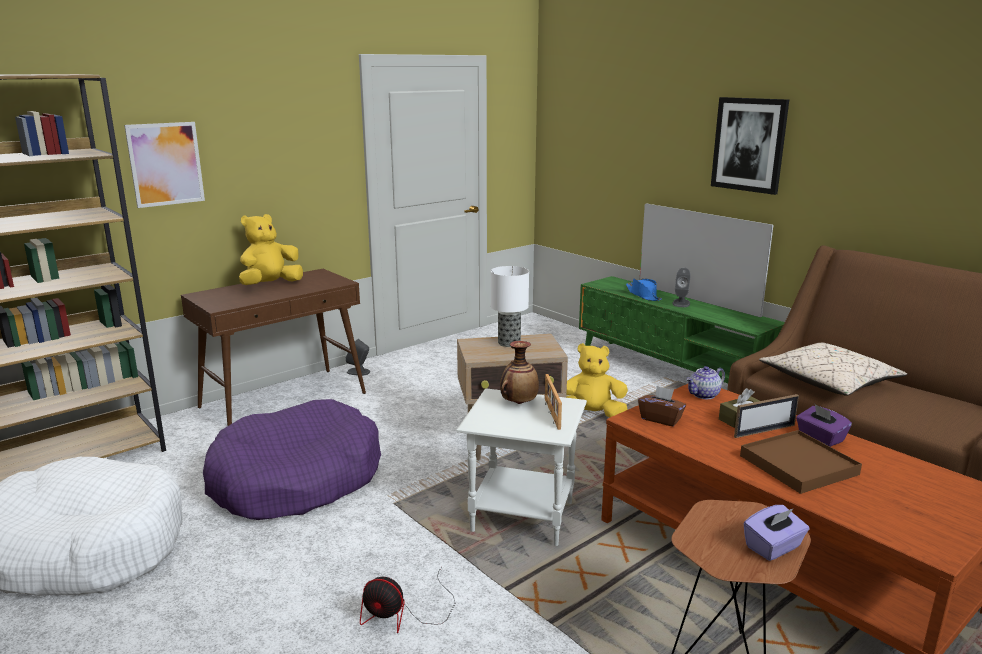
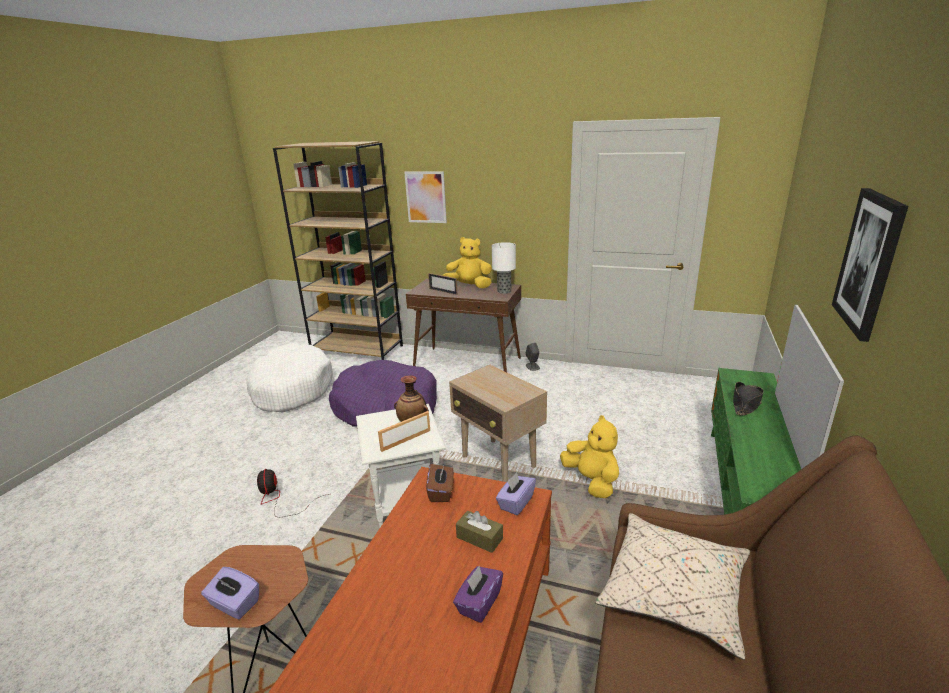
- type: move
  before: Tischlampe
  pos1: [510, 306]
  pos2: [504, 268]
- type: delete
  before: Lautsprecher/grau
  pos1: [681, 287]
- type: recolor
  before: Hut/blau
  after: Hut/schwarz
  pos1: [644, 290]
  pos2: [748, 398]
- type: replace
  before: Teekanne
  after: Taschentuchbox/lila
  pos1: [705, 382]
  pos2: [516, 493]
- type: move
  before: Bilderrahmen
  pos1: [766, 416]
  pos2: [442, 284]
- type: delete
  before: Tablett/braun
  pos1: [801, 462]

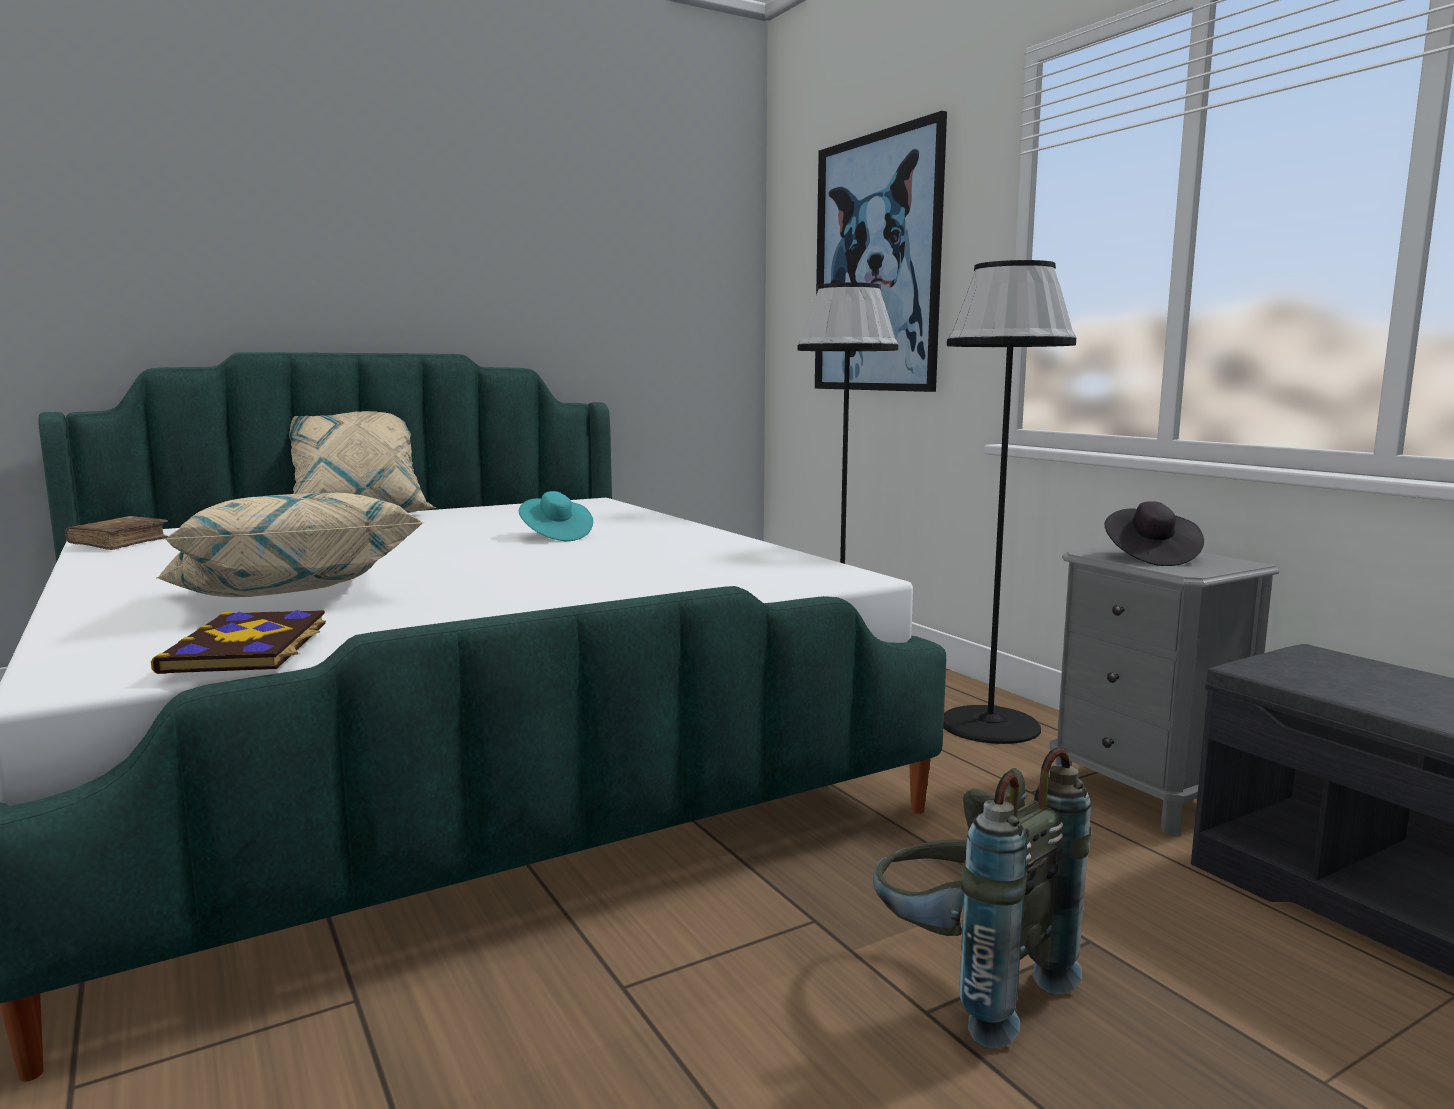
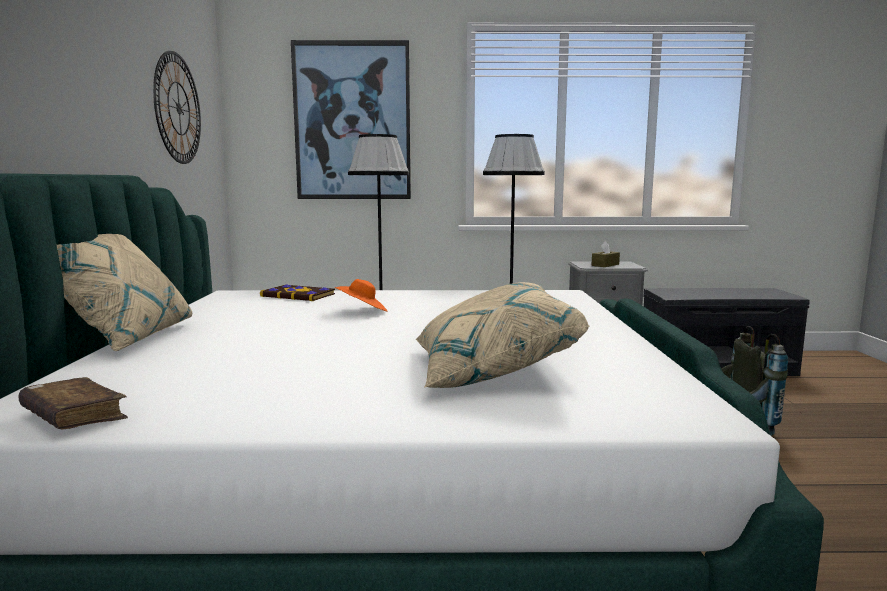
- type: recolor
  before: Hut/türkis
  after: Hut/orange
  pos1: [556, 516]
  pos2: [360, 295]
- type: replace
  before: Hut/schwarz
  after: Taschentuchbox/braun
  pos1: [1154, 533]
  pos2: [605, 254]
- type: move
  before: Buch
  pos1: [238, 642]
  pos2: [297, 292]
- type: insert
  after: Wanduhr
  pos2: [177, 107]

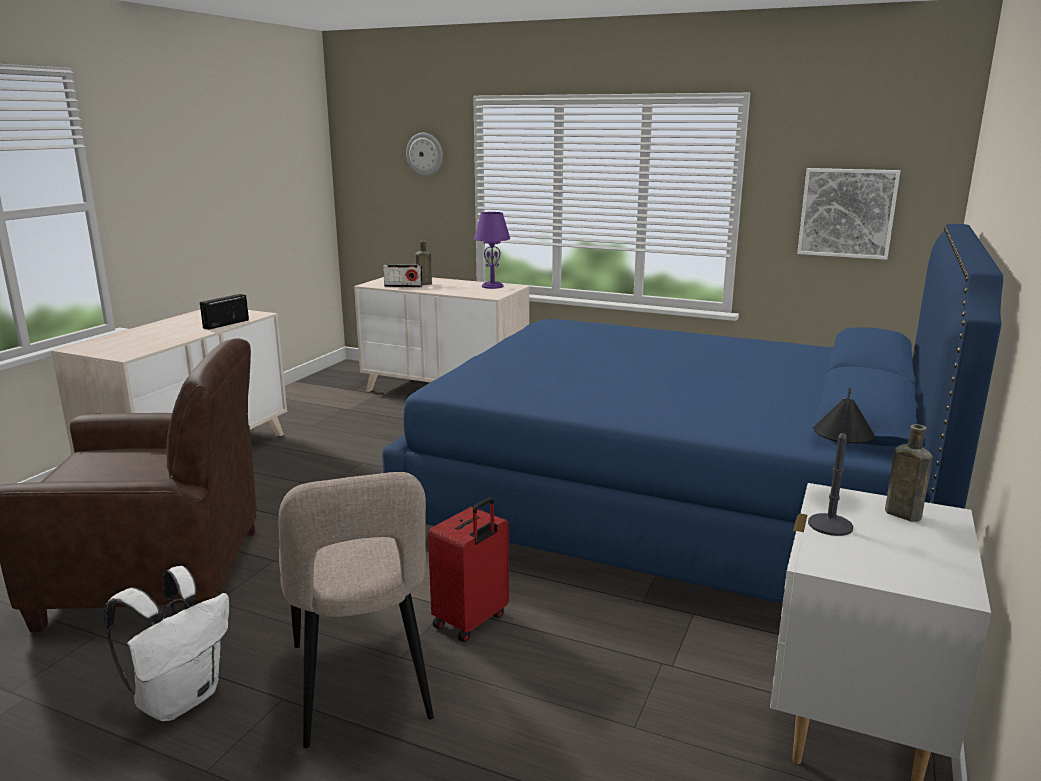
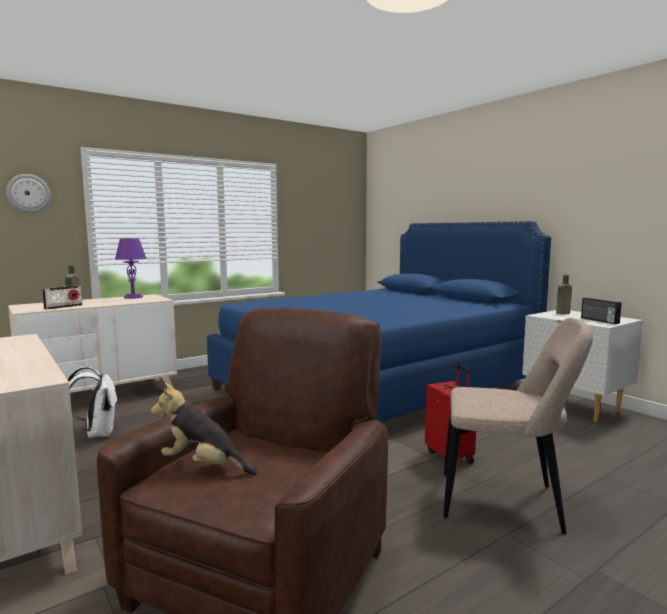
- type: delete
  before: Bild
  pos1: [848, 214]
- type: move
  before: Radio
  pos1: [224, 312]
  pos2: [601, 311]
- type: delete
  before: Tischlampe
  pos1: [841, 461]
- type: move
  before: Rucksack/weiß
  pos1: [166, 643]
  pos2: [92, 402]
- type: insert
  after: Plüschtier
  pos2: [204, 429]

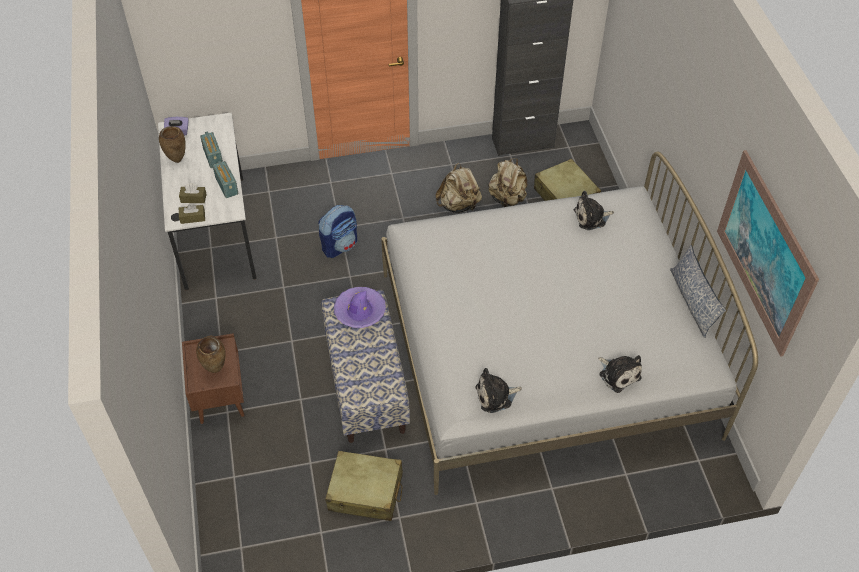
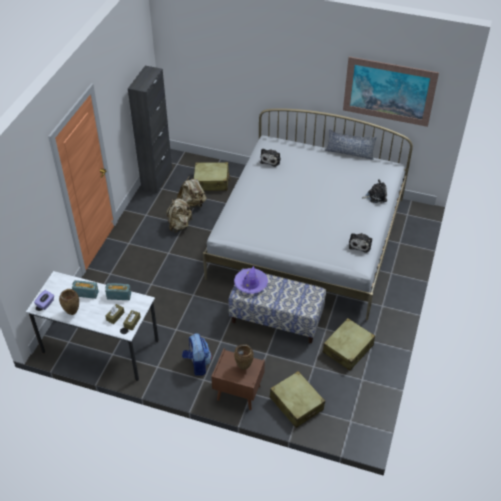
- type: move
  before: Rucksack
  pos1: [337, 231]
  pos2: [197, 354]
- type: insert
  after: Koffer/beige
  pos2: [297, 399]

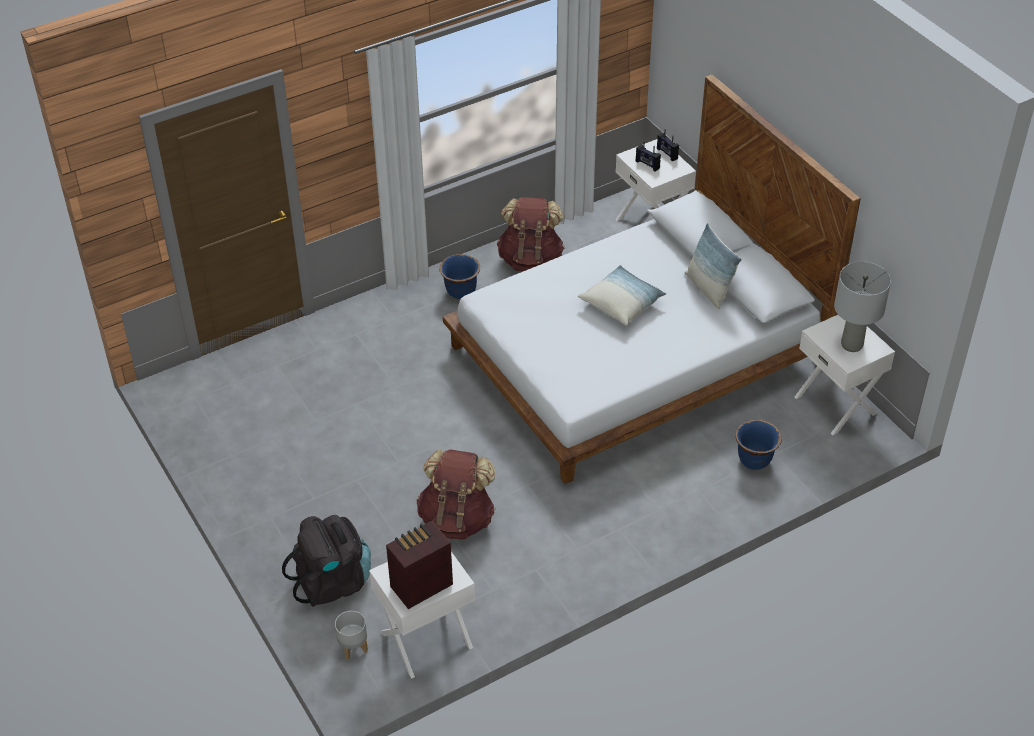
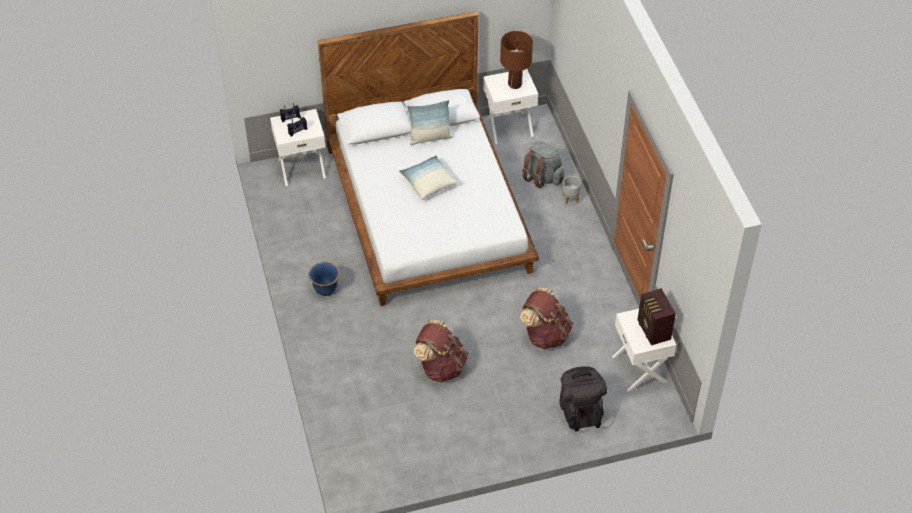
- type: move
  before: Rucksack/braun
  pos1: [531, 234]
  pos2: [441, 351]
- type: recolor
  before: Tischlampe/grau
  after: Tischlampe/braun
  pos1: [862, 307]
  pos2: [516, 60]
- type: replace
  before: Pflanzkübel/blau
  after: Rucksack/grau
  pos1: [758, 445]
  pos2: [543, 164]
- type: move
  before: Pflanzkübel/grau
  pos1: [351, 635]
  pos2: [571, 190]

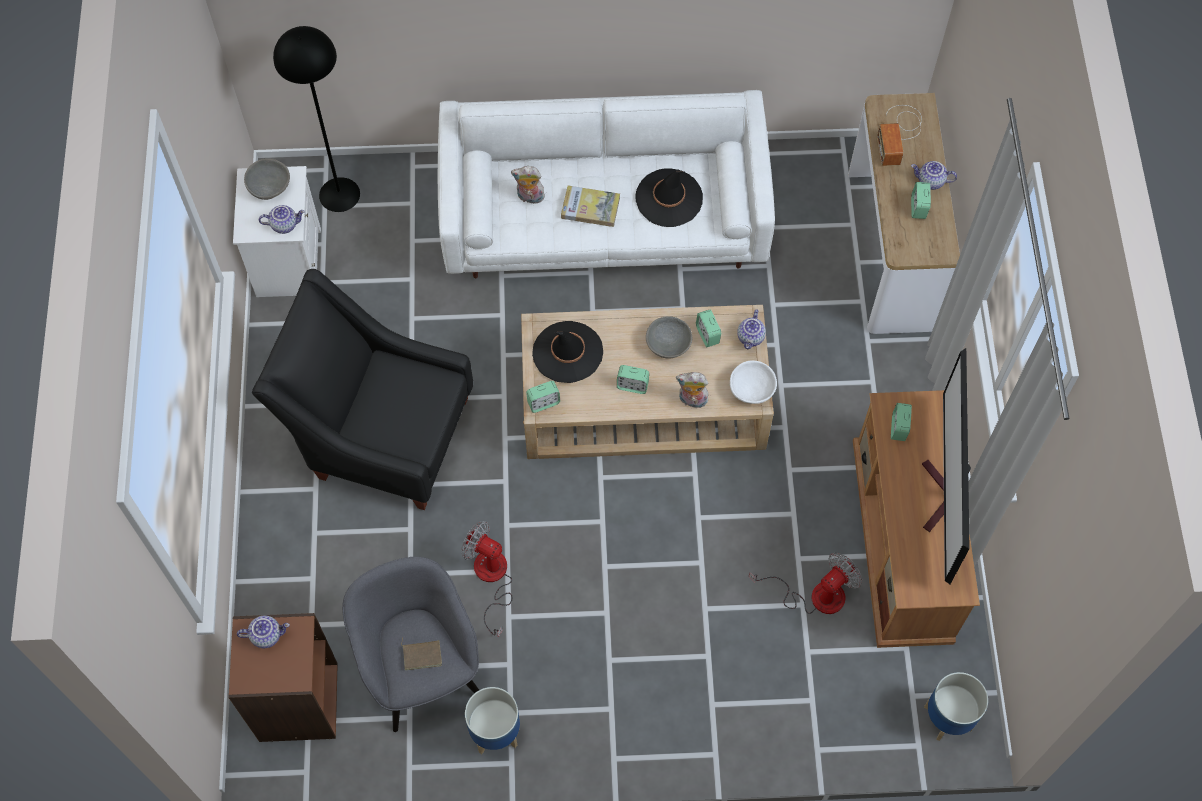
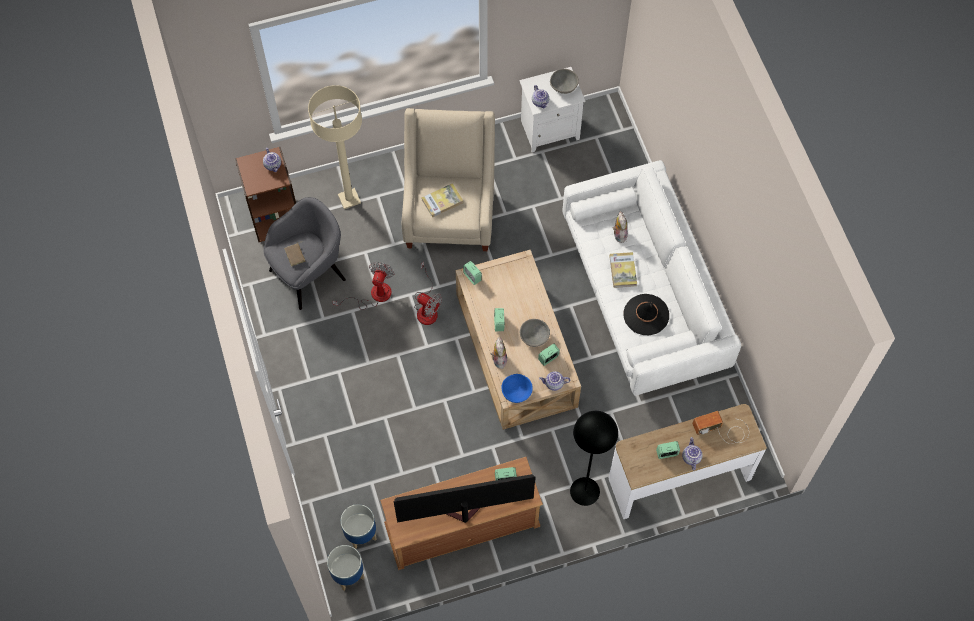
- type: move
  before: Stehlampe/schwarz
  pos1: [316, 119]
  pos2: [594, 458]
- type: recolor
  before: Sessel/schwarz
  after: Sessel/beige
  pos1: [362, 389]
  pos2: [448, 179]
- type: delete
  before: Hut/schwarz
  pos1: [567, 352]
- type: recolor
  before: Schüssel/weiß
  after: Schüssel/blau
  pos1: [753, 382]
  pos2: [517, 388]
- type: move
  before: Ventilator
  pos1: [805, 583]
  pos2: [428, 293]
- type: move
  before: Pflanzkübel
  pos1: [492, 720]
  pos2: [359, 526]
- type: insert
  after: Stehlampe/beige
  pos2: [335, 147]
- type: insert
  after: Buch
  pos2: [442, 200]

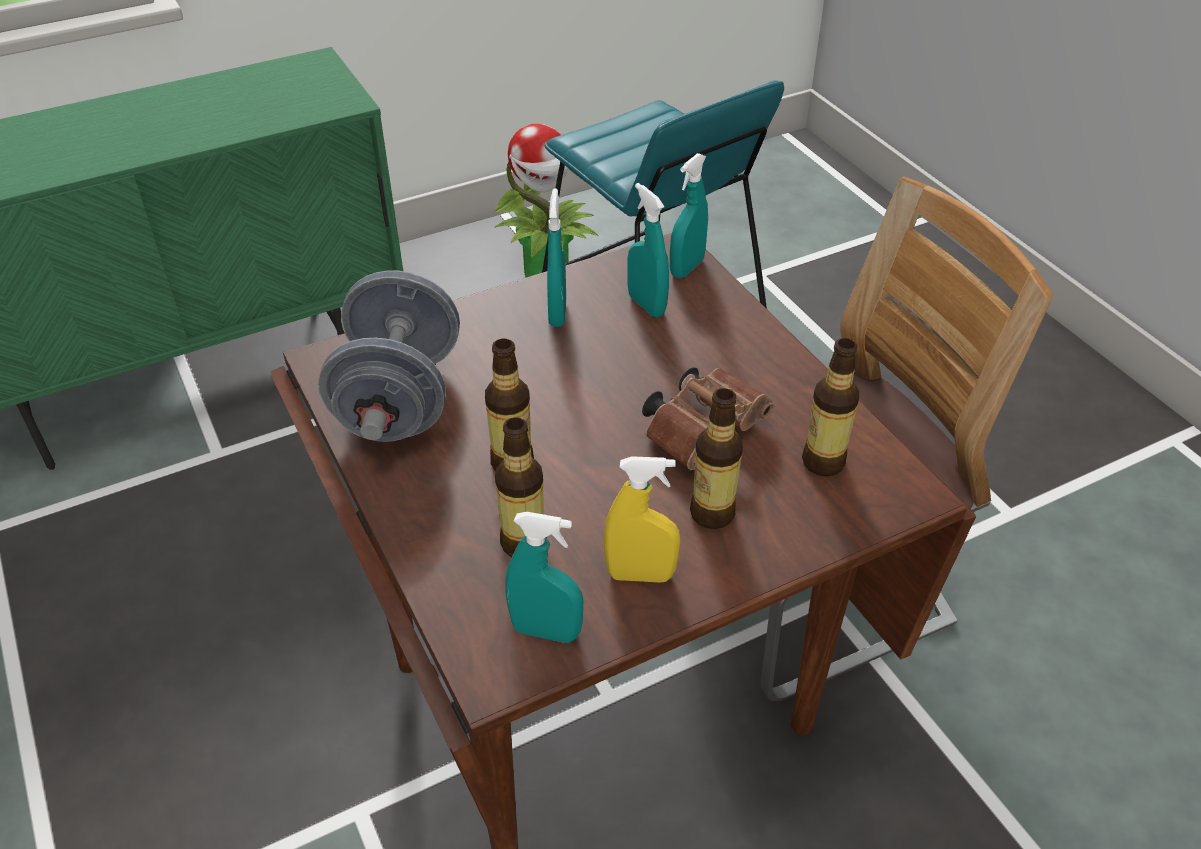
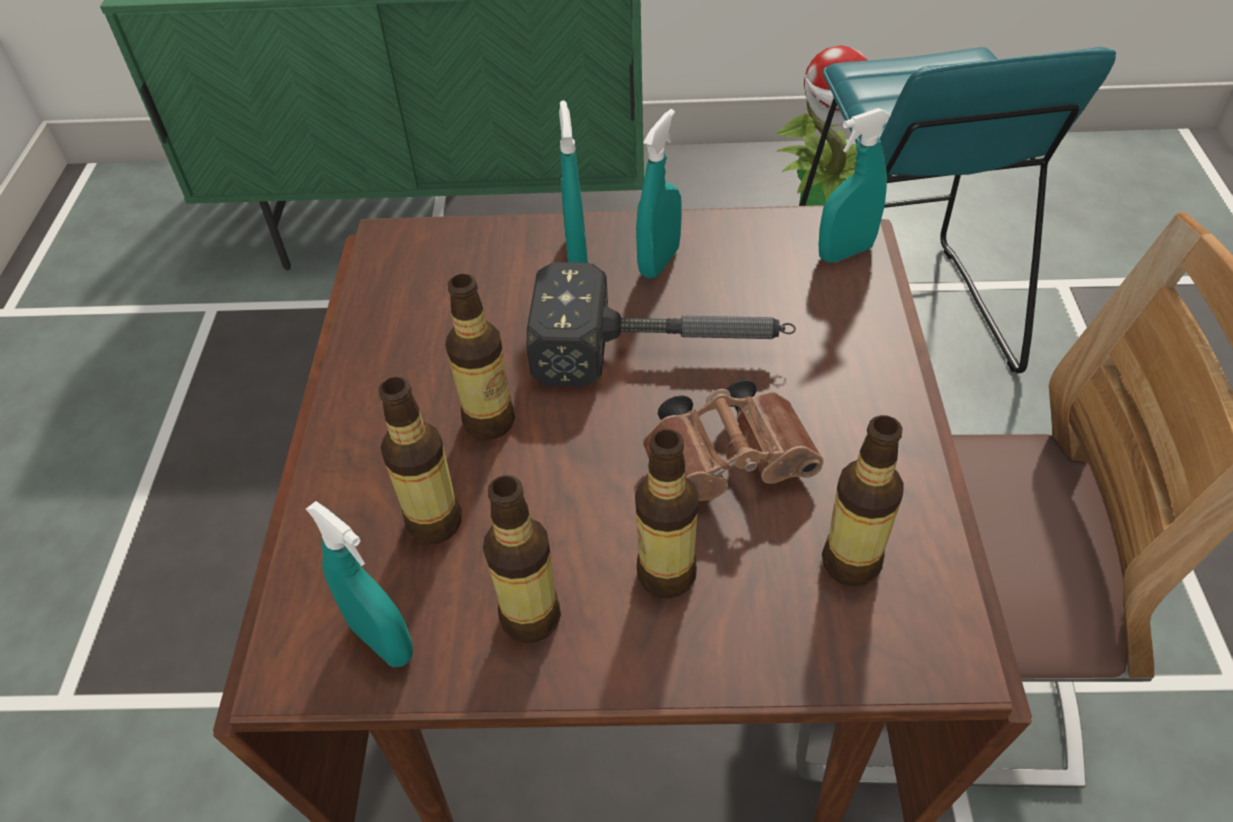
- type: move
  before: Sprühflasche/türkis
  pos1: [648, 250]
  pos2: [573, 181]
- type: delete
  before: Hantel/grau
  pos1: [389, 356]
- type: replace
  before: Sprühflasche/gelb
  after: Flasche
  pos1: [642, 519]
  pos2: [522, 559]
- type: insert
  after: Hammer
  pos2: [661, 324]

